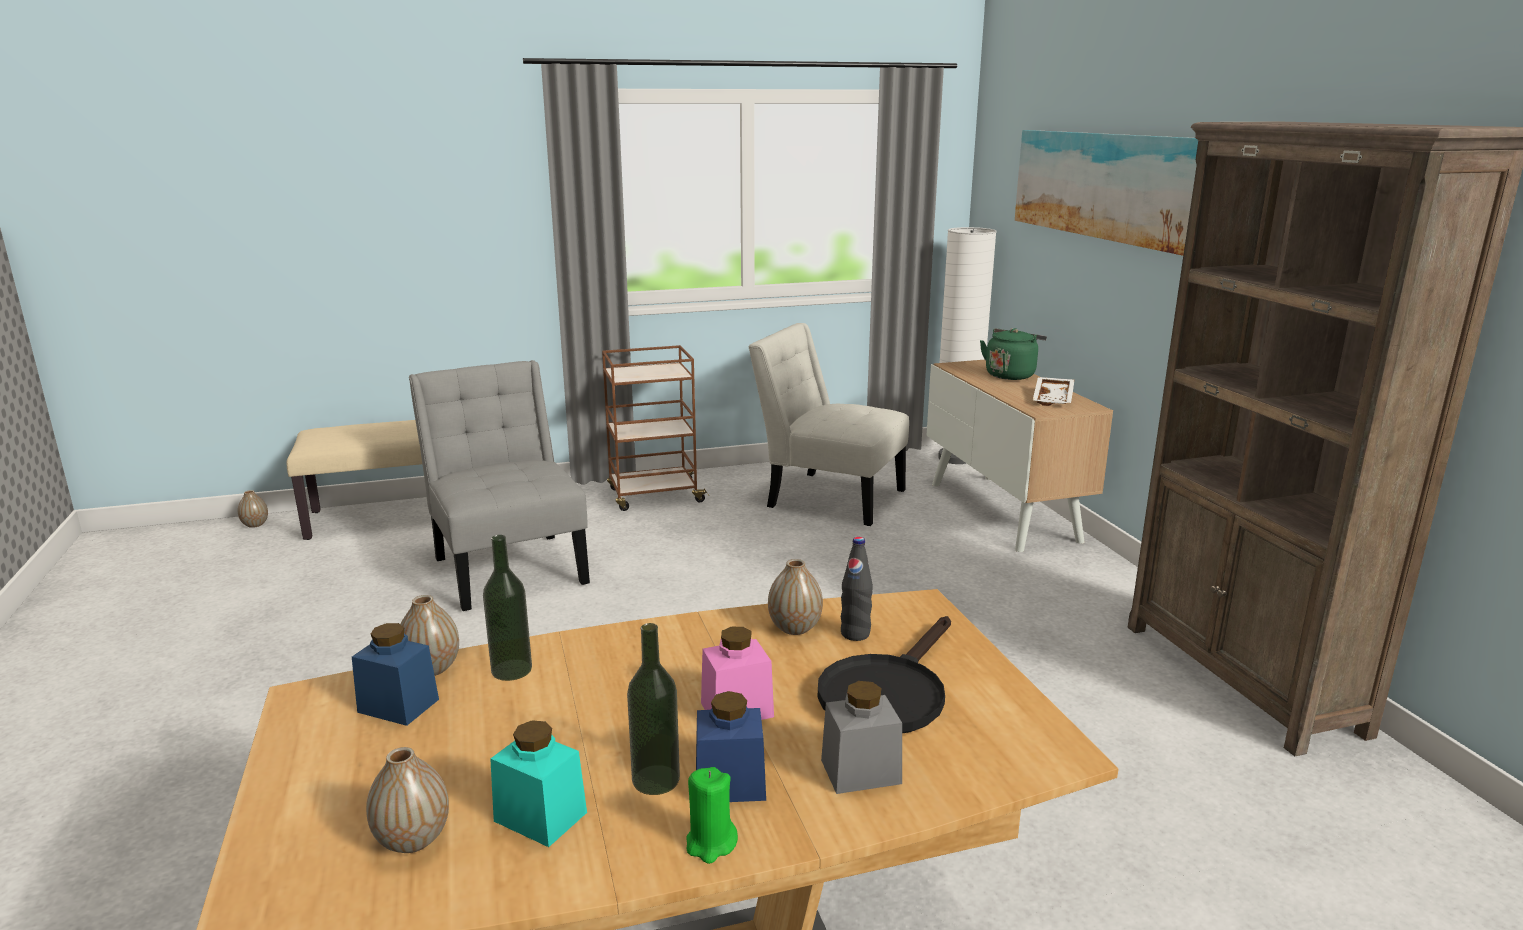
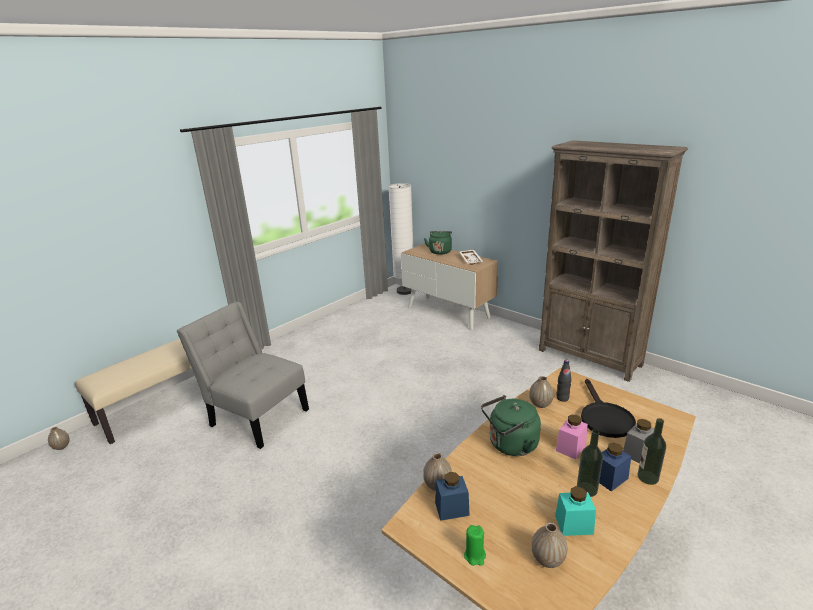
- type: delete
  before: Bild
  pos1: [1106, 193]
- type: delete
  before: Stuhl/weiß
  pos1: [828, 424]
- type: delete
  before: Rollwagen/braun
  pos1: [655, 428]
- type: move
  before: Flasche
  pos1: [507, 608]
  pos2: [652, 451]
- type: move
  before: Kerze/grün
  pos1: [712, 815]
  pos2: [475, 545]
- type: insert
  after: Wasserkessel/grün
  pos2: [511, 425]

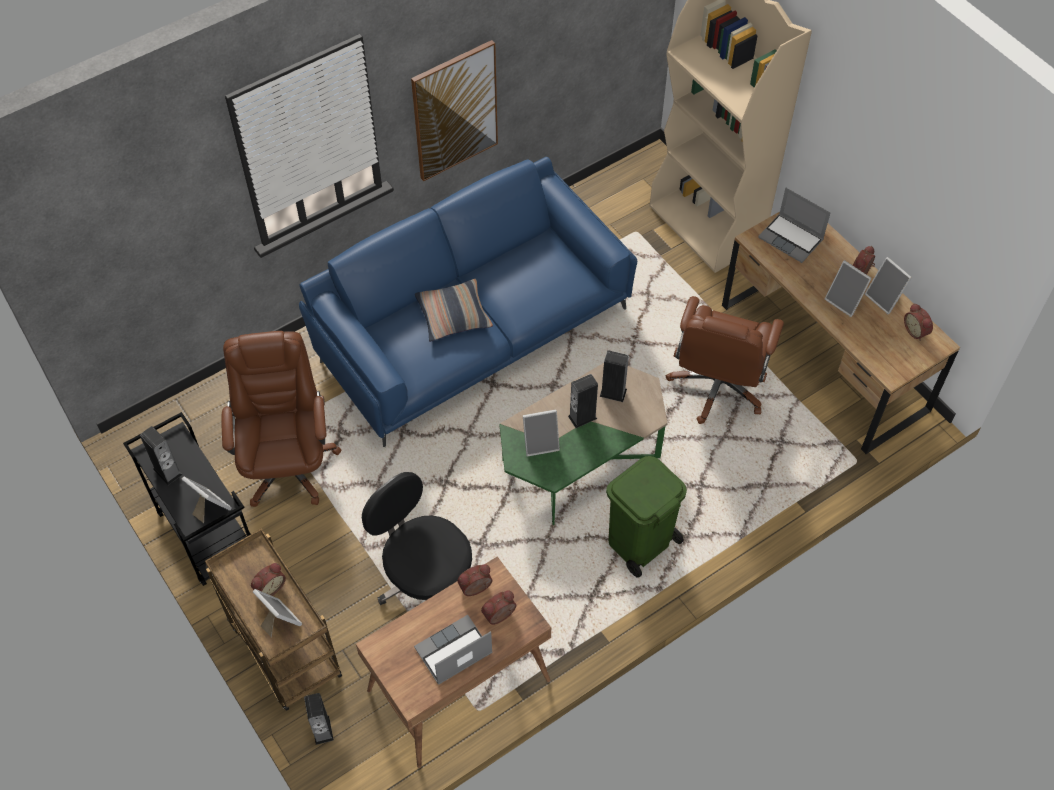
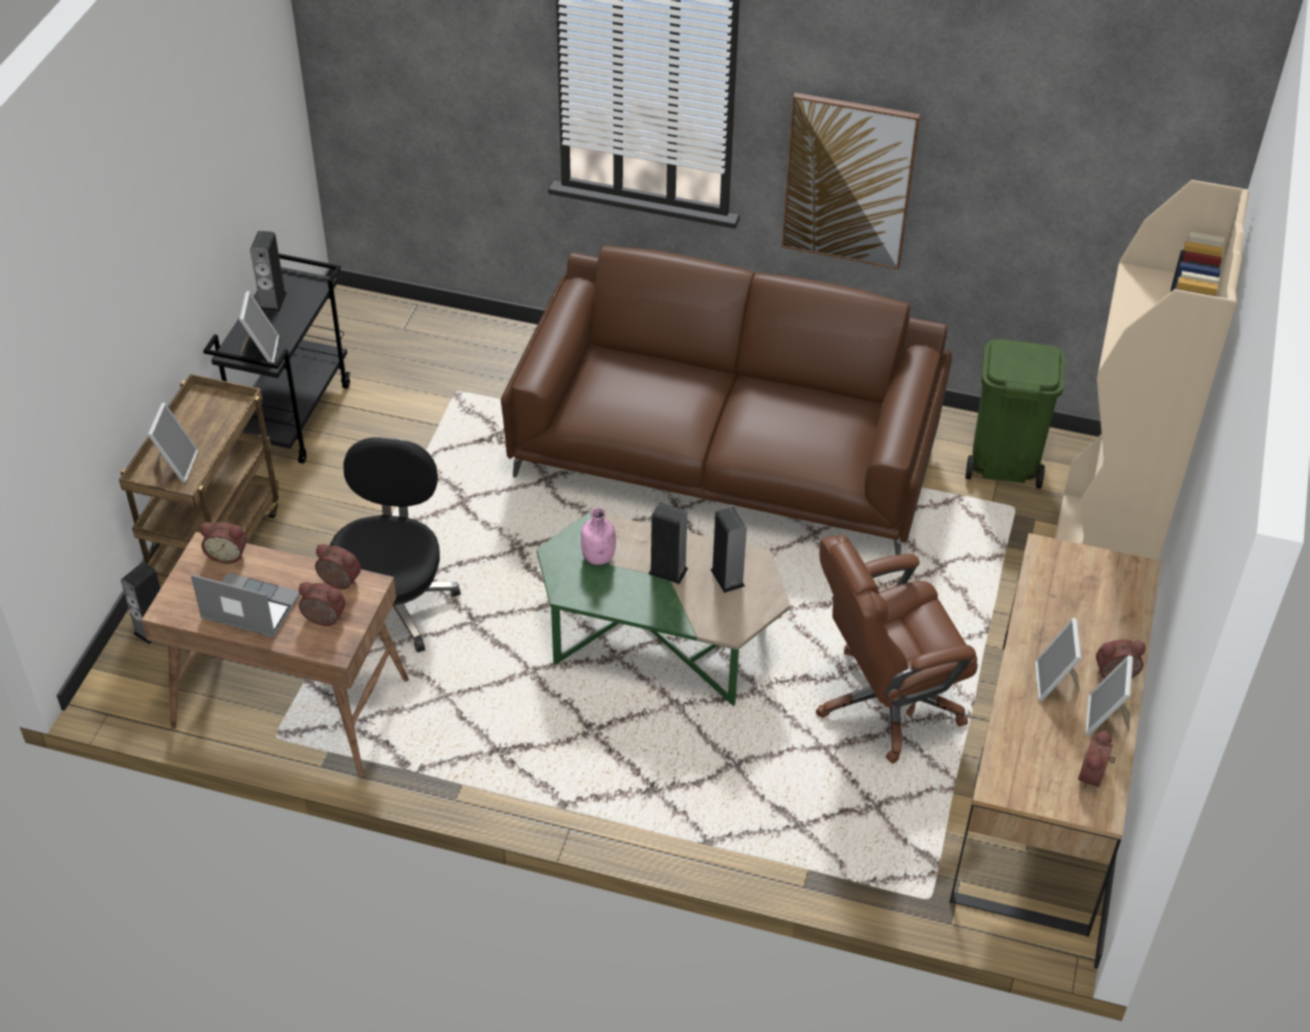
- type: recolor
  before: Sofa/blau
  after: Sofa/braun
  pos1: [468, 302]
  pos2: [726, 400]
- type: delete
  before: Laptop
  pos1: [794, 225]
- type: delete
  before: Kissen
  pos1: [454, 310]
- type: delete
  before: Bürostuhl/braun
  pos1: [281, 419]
- type: replace
  before: Bilderrahmen
  after: Flasche/rosa
  pos1: [541, 433]
  pos2: [598, 536]
- type: move
  before: Mülleimer/grün
  pos1: [646, 517]
  pos2: [1015, 414]
- type: move
  before: Wecker
  pos1: [268, 579]
  pos2: [223, 543]

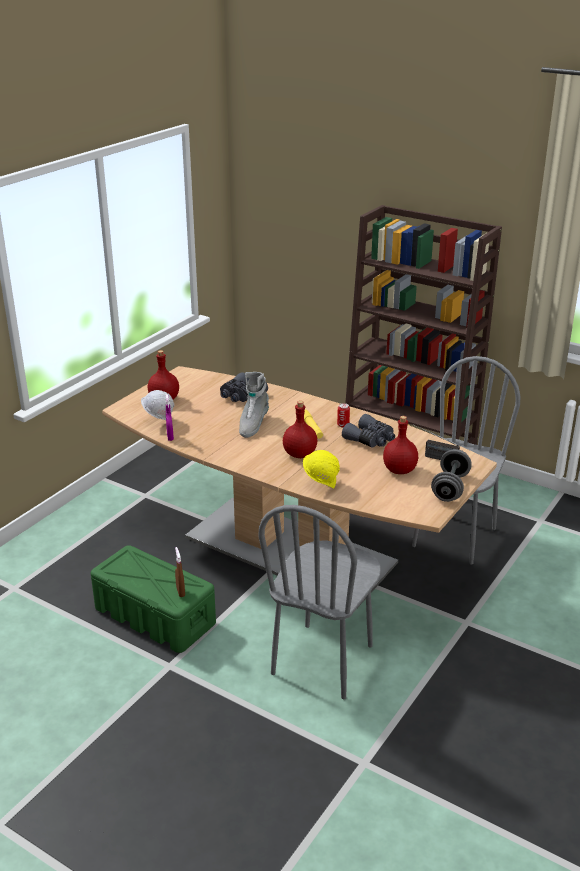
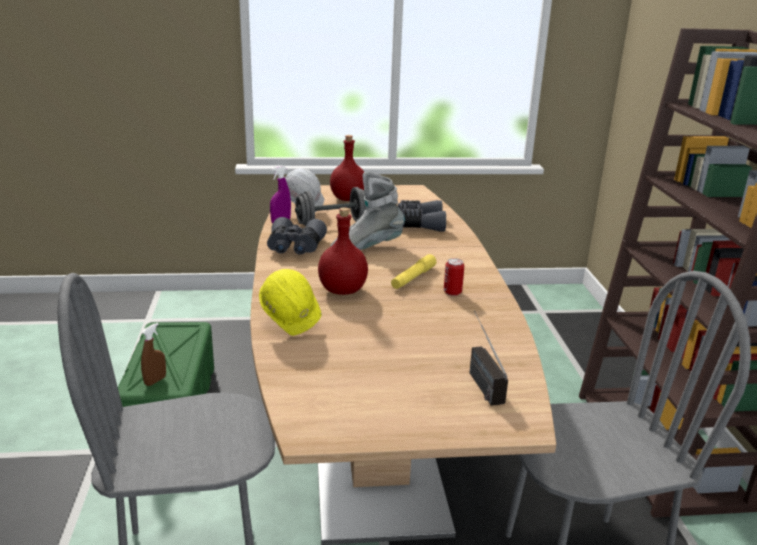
- type: move
  before: Fernglas/grau
  pos1: [368, 431]
  pos2: [297, 235]
- type: delete
  before: Flasche/rot
  pos1: [400, 445]
- type: move
  before: Hantel/grau
  pos1: [451, 475]
  pos2: [331, 206]

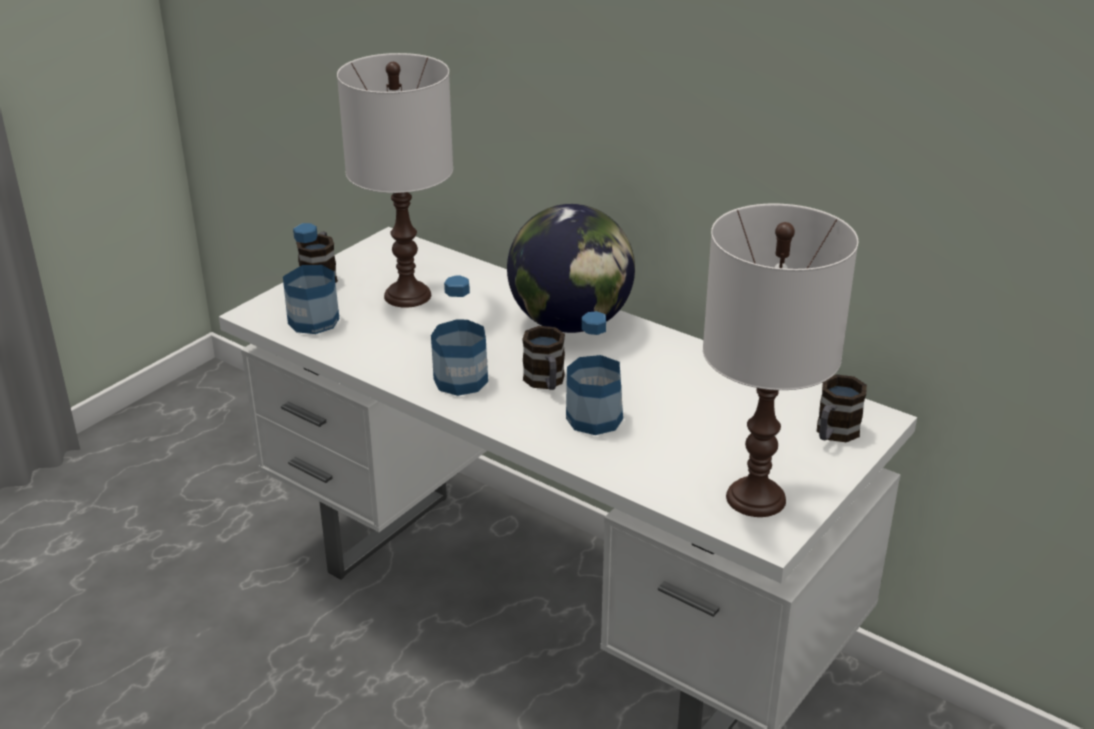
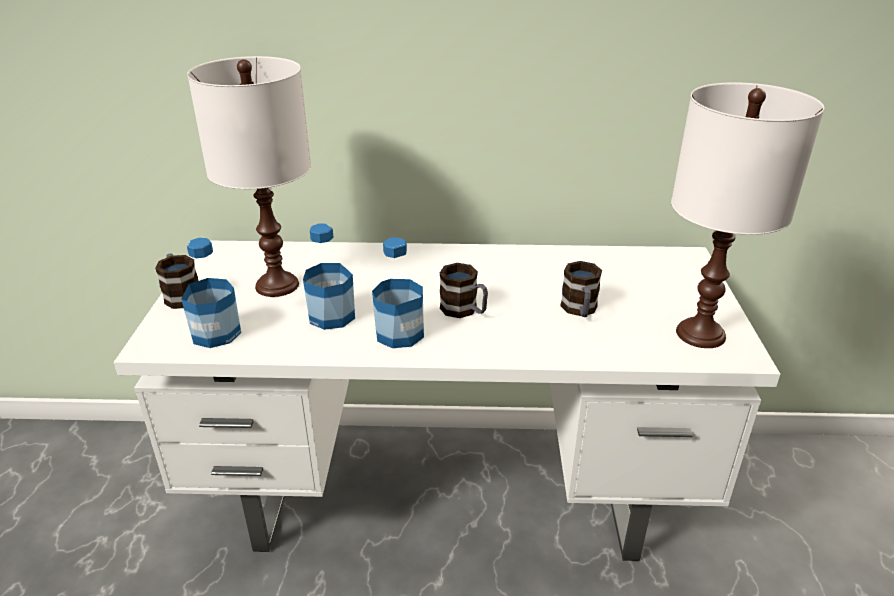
- type: delete
  before: Globus
  pos1: [571, 268]
- type: move
  before: Flasche
  pos1: [594, 373]
  pos2: [329, 277]
- type: move
  before: Henkelbecher
  pos1: [842, 408]
  pos2: [581, 289]

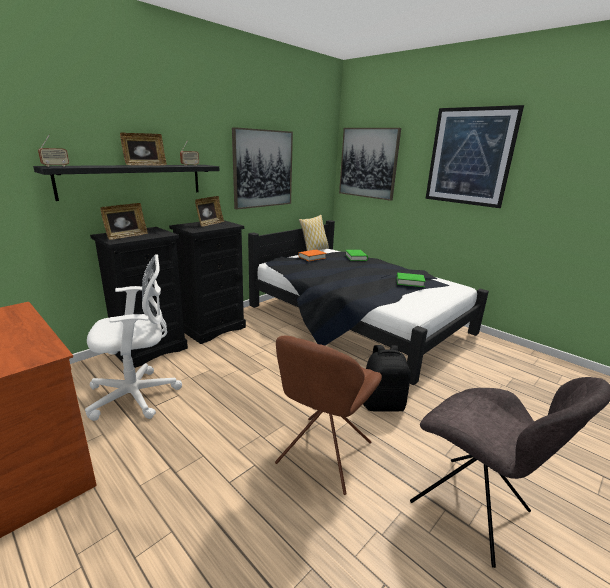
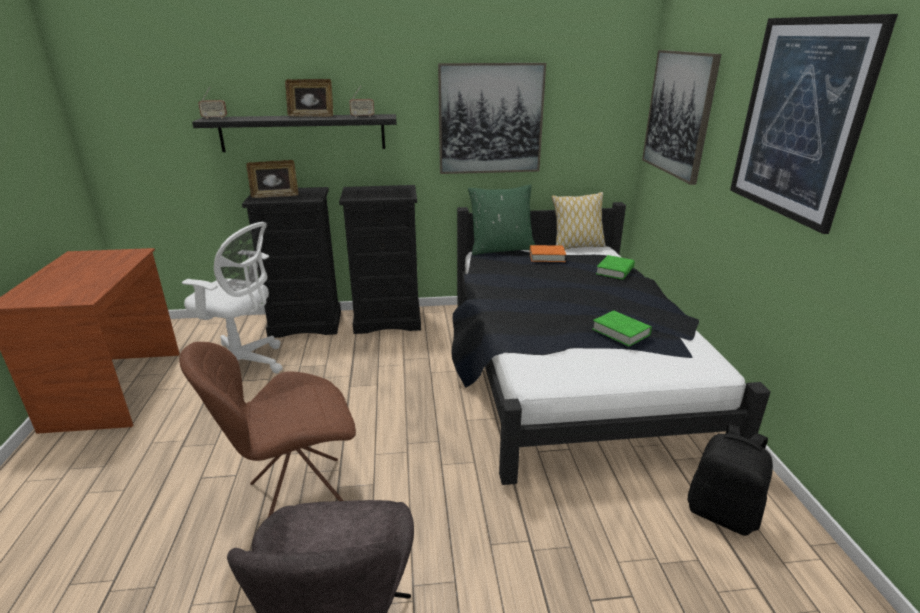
- type: delete
  before: Bilderrahmen
  pos1: [209, 211]
- type: move
  before: Rucksack/schwarz
  pos1: [387, 378]
  pos2: [730, 480]
- type: insert
  after: Kissen/grün
  pos2: [501, 219]

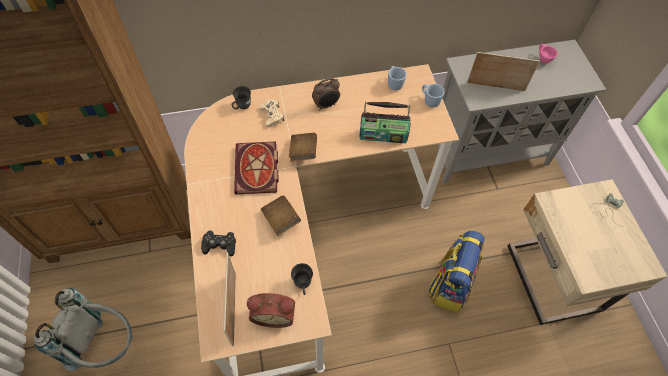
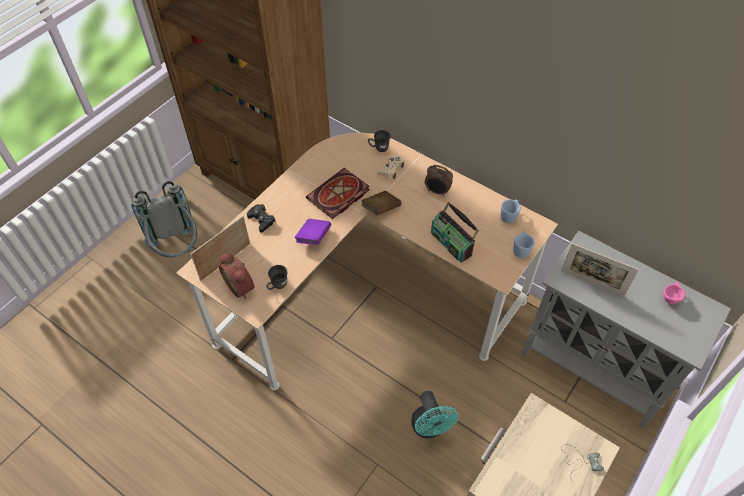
- type: rotate
  before: Bilderrahmen
  pos1: [503, 71]
  pos2: [600, 270]
  turn: 150
- type: recolor
  before: Buch/braun
  after: Buch/lila
  pos1: [281, 216]
  pos2: [313, 232]
- type: replace
  before: Rucksack
  after: Ventilator/türkis
  pos1: [456, 272]
  pos2: [435, 414]

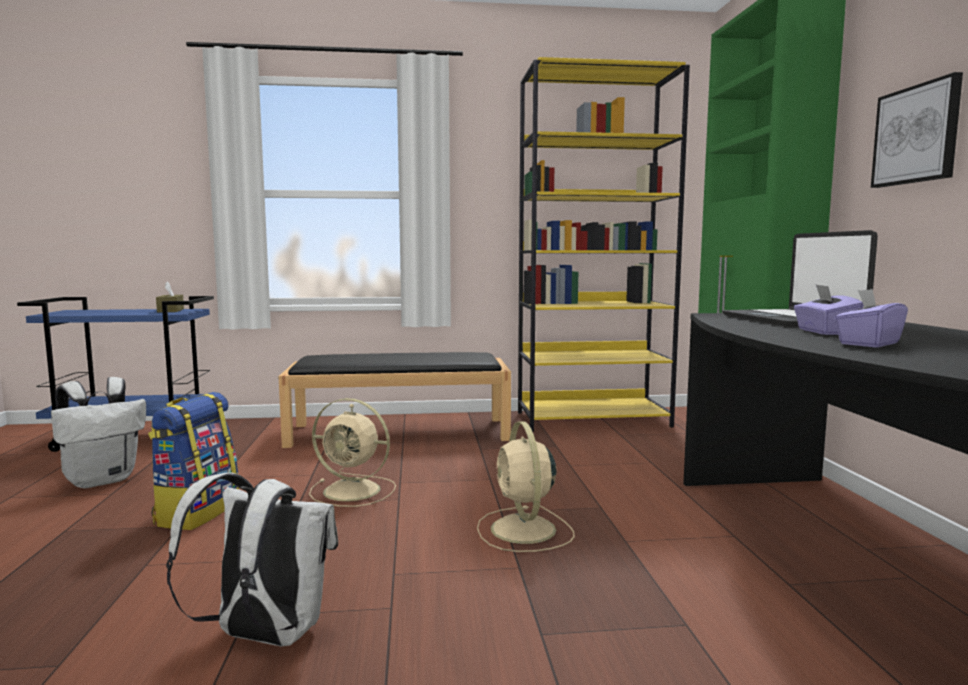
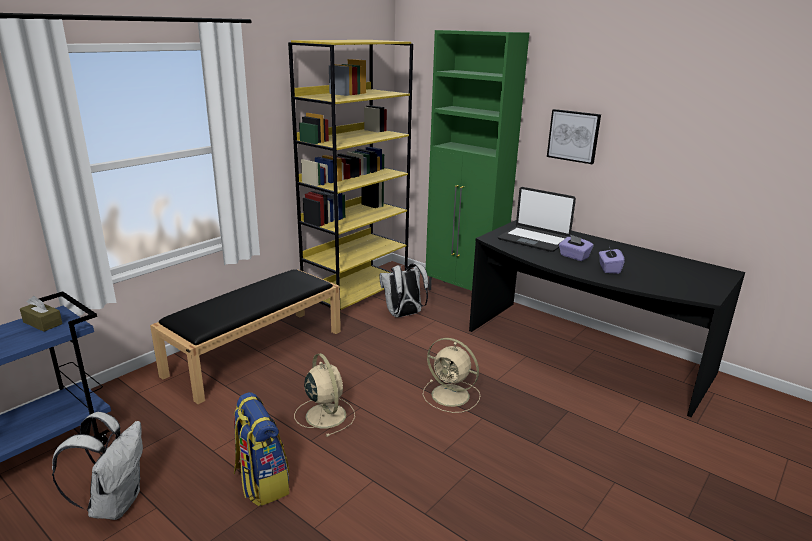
- type: rotate
  before: Ventilator/beige
  pos1: [352, 452]
  pos2: [324, 395]
  turn: -90
- type: move
  before: Rucksack/weiß
  pos1: [252, 559]
  pos2: [403, 290]

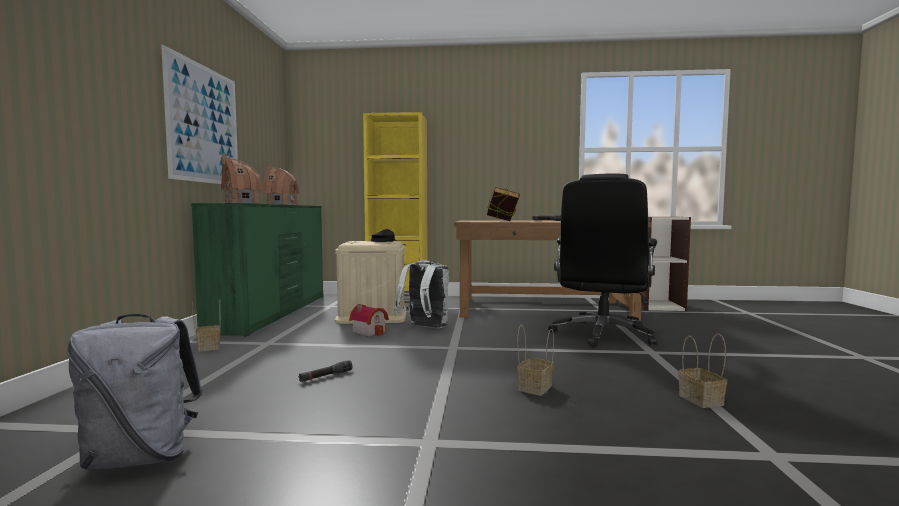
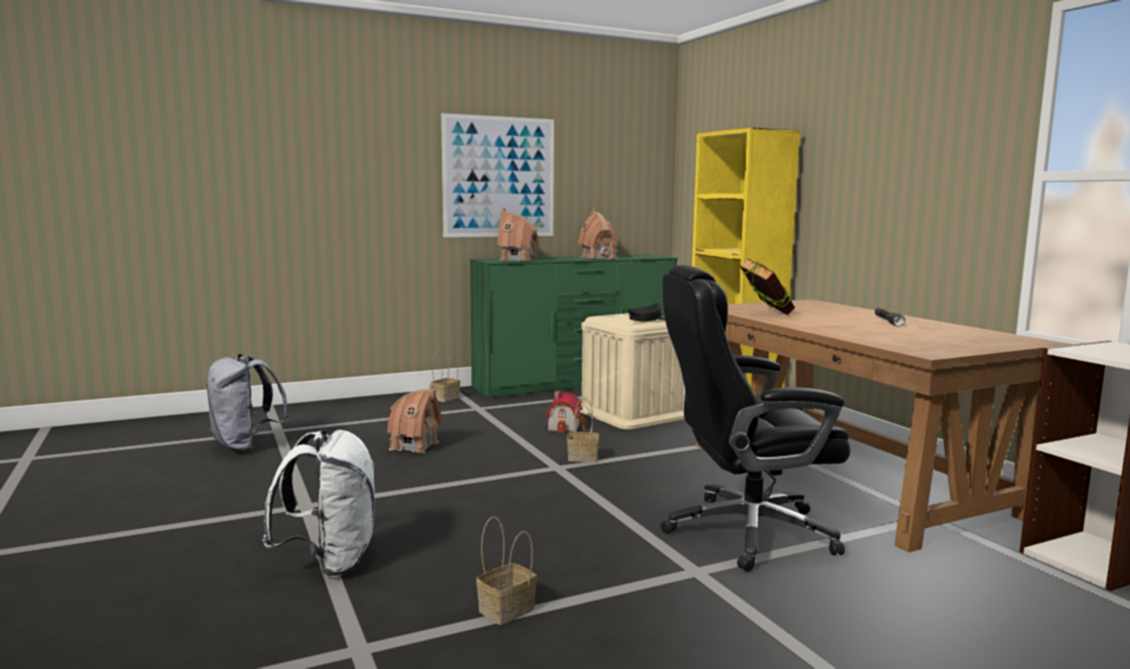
- type: move
  before: Rucksack/weiß
  pos1: [421, 294]
  pos2: [319, 503]
- type: move
  before: Korb
  pos1: [535, 360]
  pos2: [583, 430]
- type: replace
  before: Taschenlampe/schwarz
  after: Spielzeughaus
  pos1: [325, 371]
  pos2: [414, 418]

